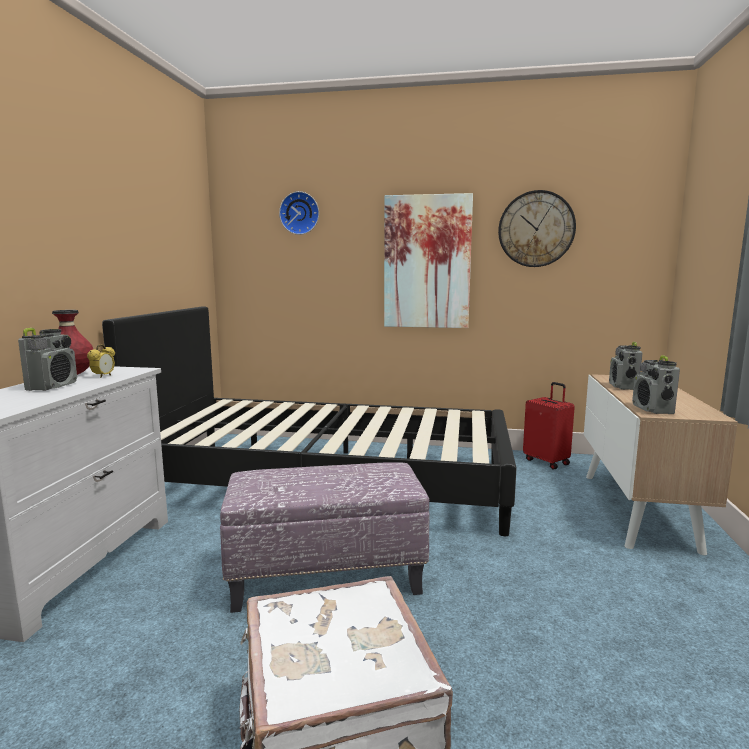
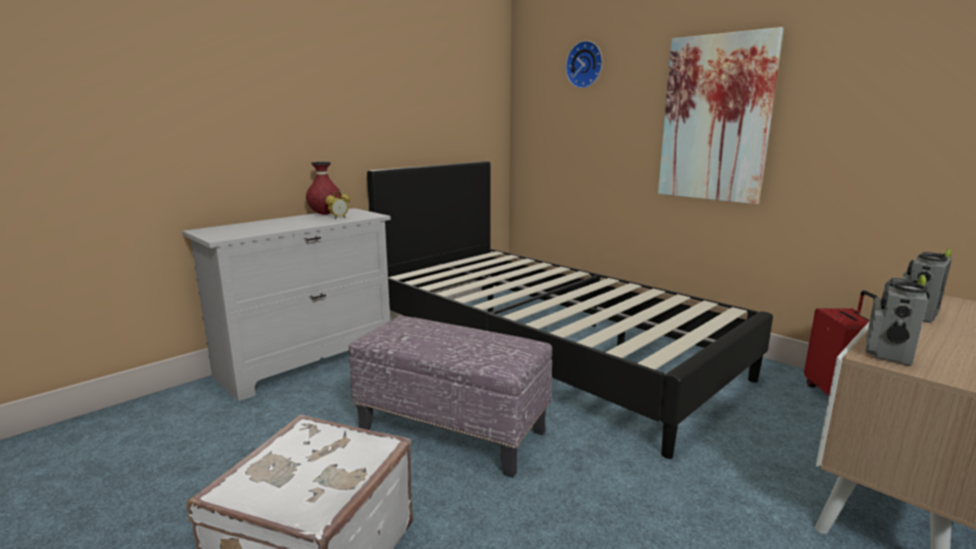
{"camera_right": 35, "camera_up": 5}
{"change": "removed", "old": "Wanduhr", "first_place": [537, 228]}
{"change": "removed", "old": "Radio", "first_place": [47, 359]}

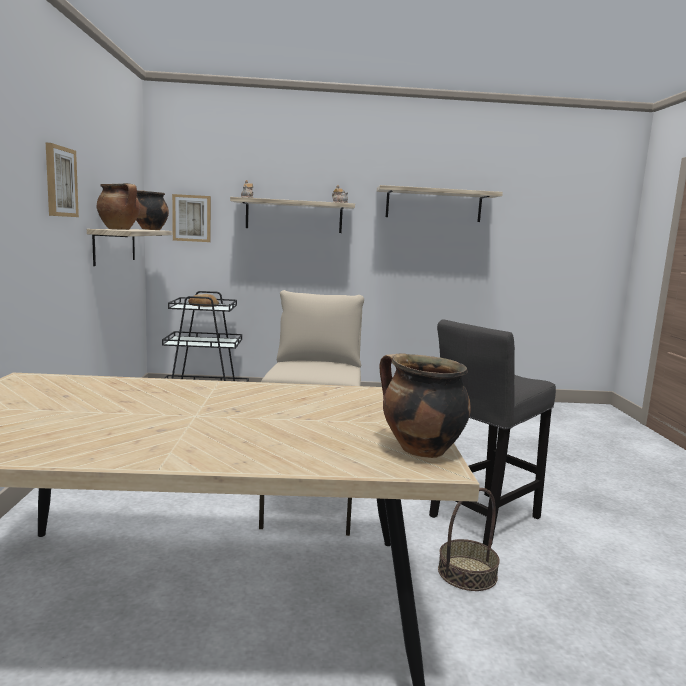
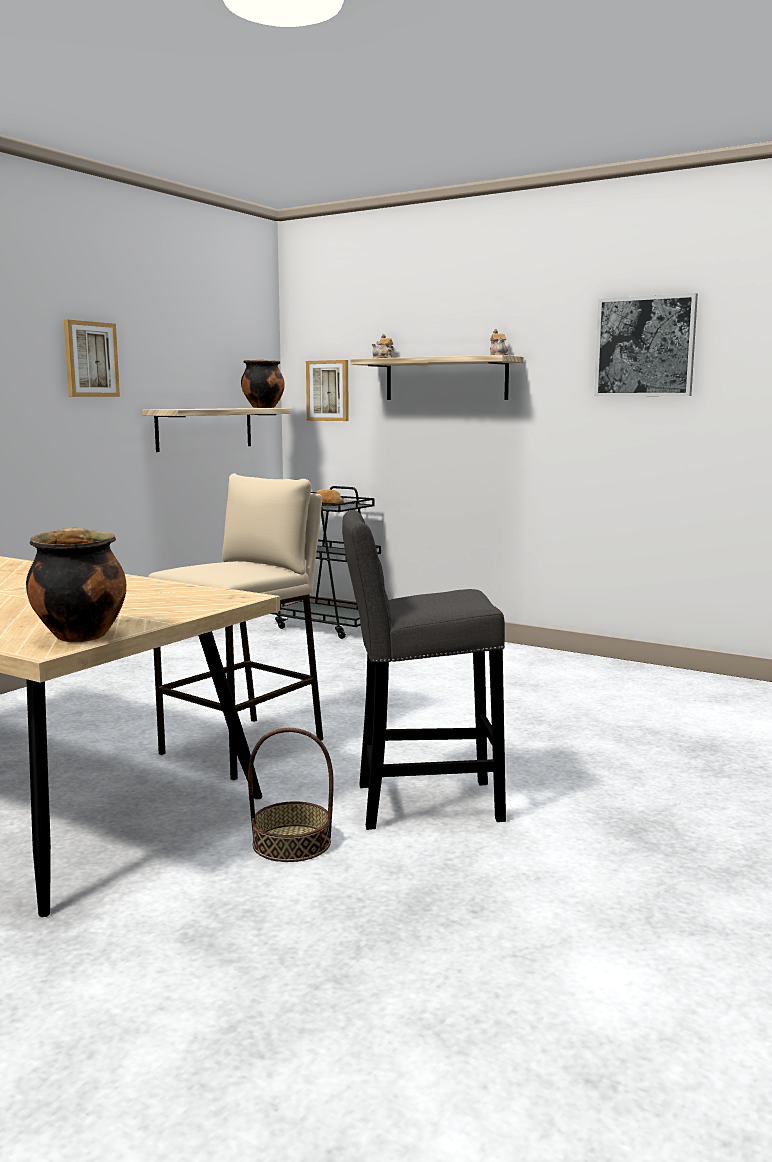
{"camera_right": 35, "camera_up": 0}
{"change": "removed", "old": "Kochtopf", "first_place": [118, 206]}
{"change": "replaced", "old": "Wandregal", "new": "Bild", "first_place": [440, 203], "second_place": [646, 344]}

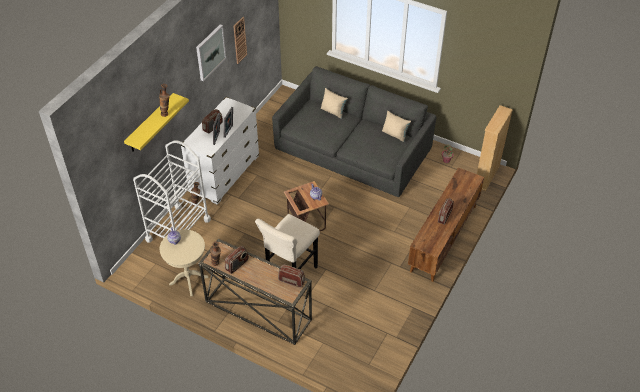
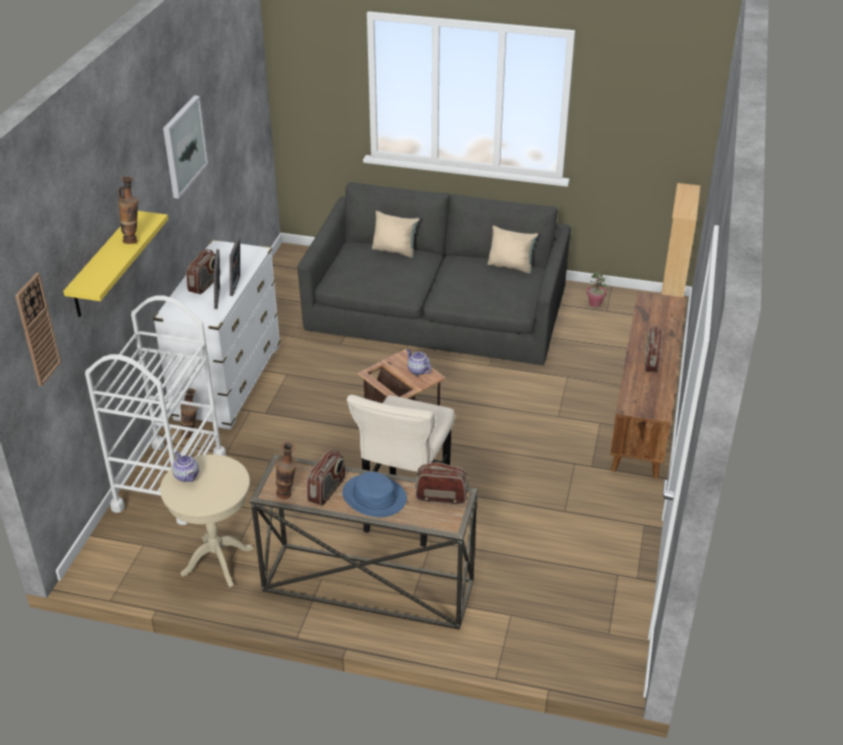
{"camera_right": -15, "camera_up": -10}
{"change": "moved", "old": "Wanduhr", "first_place": [240, 40], "second_place": [38, 329]}
{"change": "added", "new": "Hut [blau]", "second_place": [374, 494]}

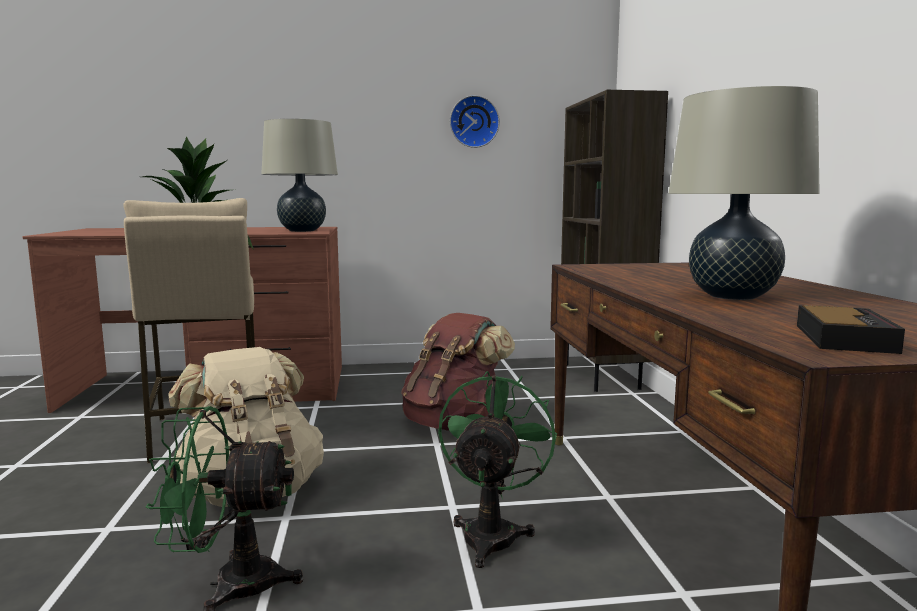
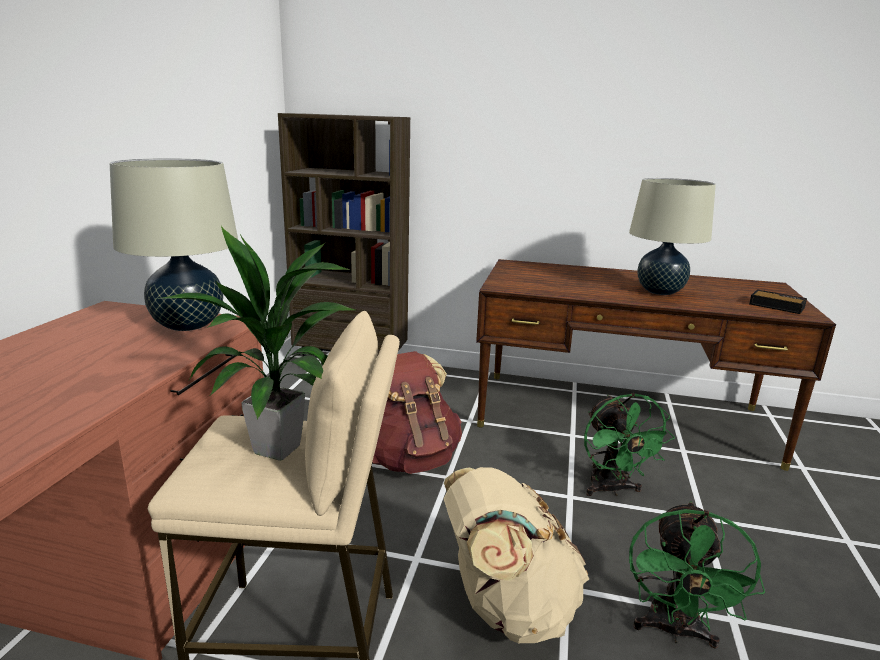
{"camera_right": -70, "camera_up": 10}
{"change": "removed", "old": "Wanduhr", "first_place": [475, 121]}
{"change": "turned", "old": "Ventilator [grün]", "first_place": [497, 469], "second_place": [629, 444], "degrees": -135}

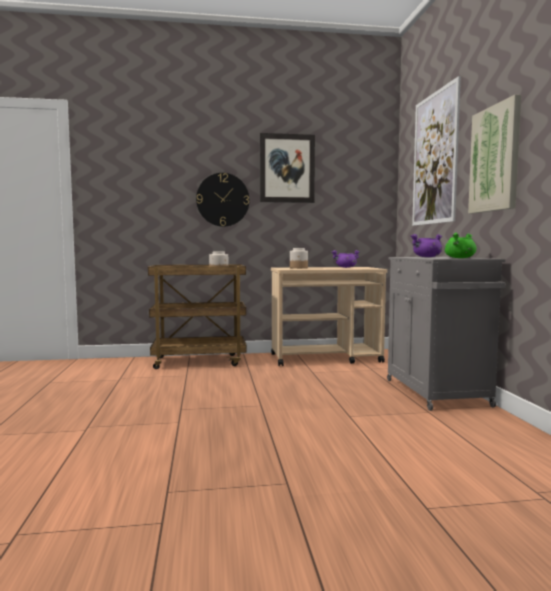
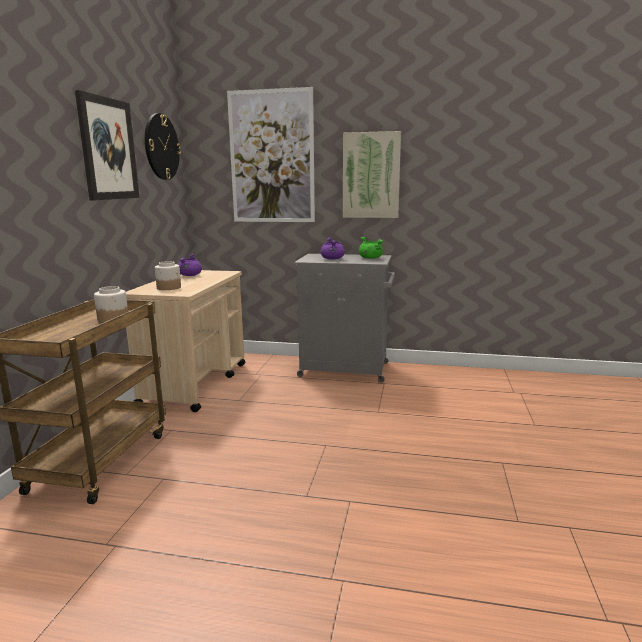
{"camera_right": -70, "camera_up": 10}
{"change": "moved", "old": "Wanduhr", "first_place": [222, 200], "second_place": [163, 146]}

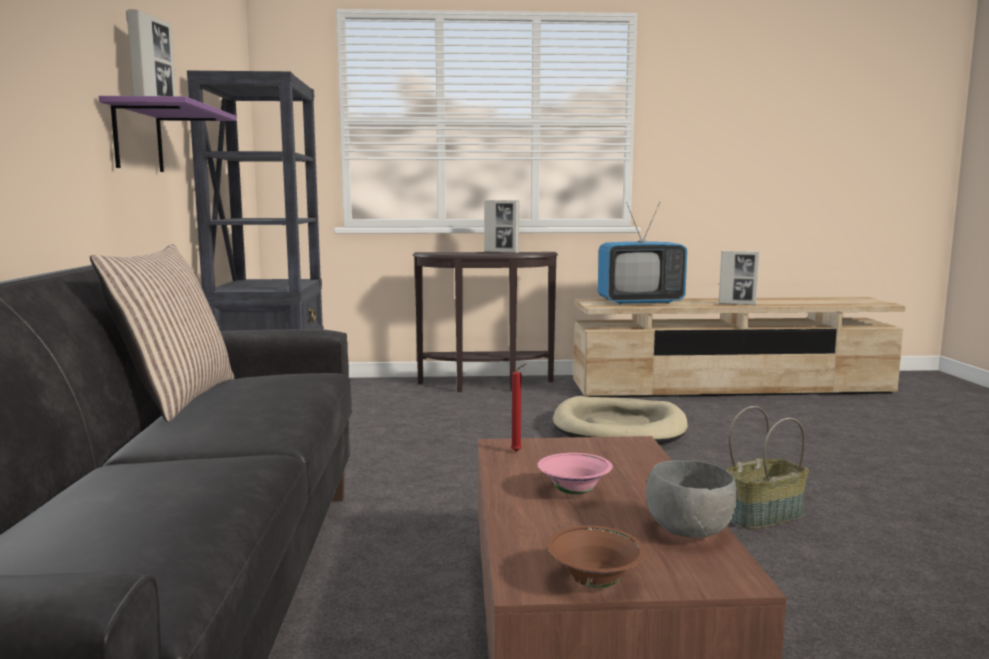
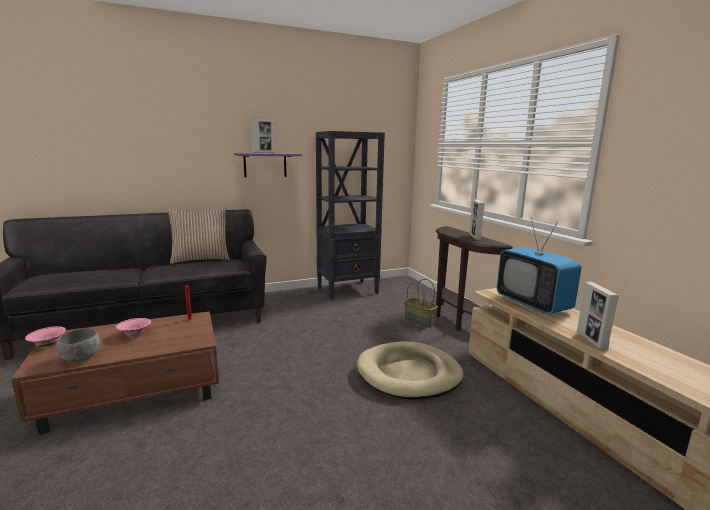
{"camera_right": 70, "camera_up": 5}
{"change": "moved", "old": "Korb", "first_place": [767, 468], "second_place": [421, 303]}
{"change": "recoloured", "old": "Schüssel [braun]", "new": "Schüssel [rosa]", "first_place": [596, 556], "second_place": [45, 336]}

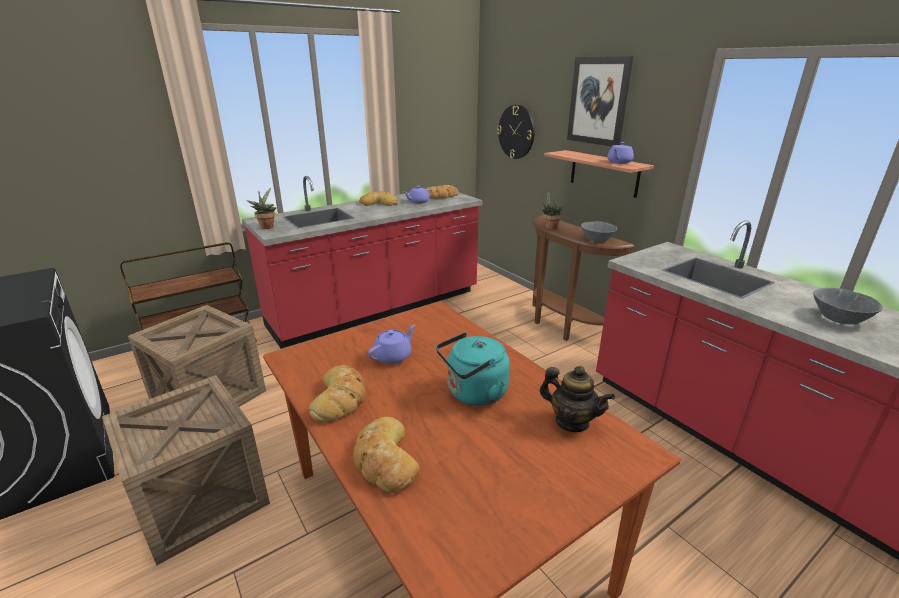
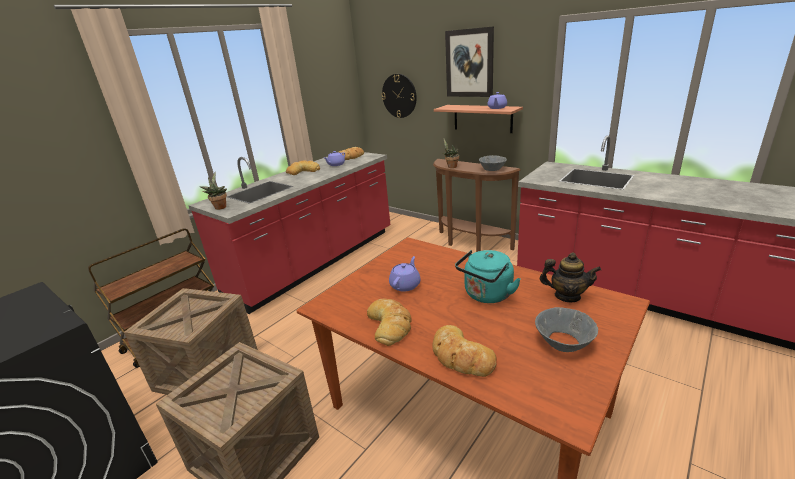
{"camera_right": -15, "camera_up": 0}
{"change": "moved", "old": "Schüssel [grau]", "first_place": [848, 306], "second_place": [566, 329]}

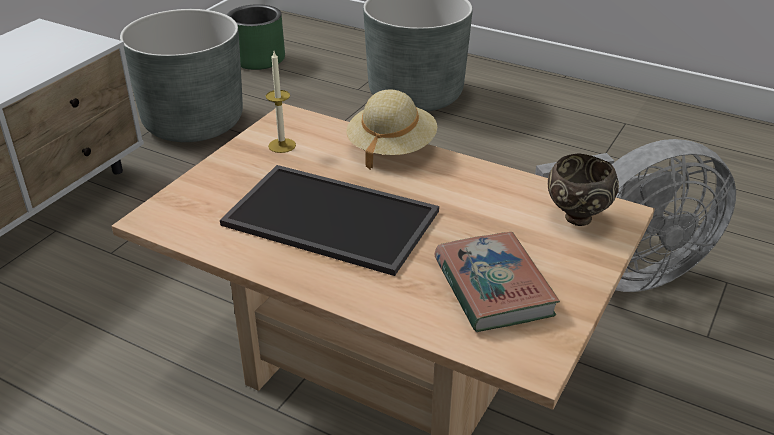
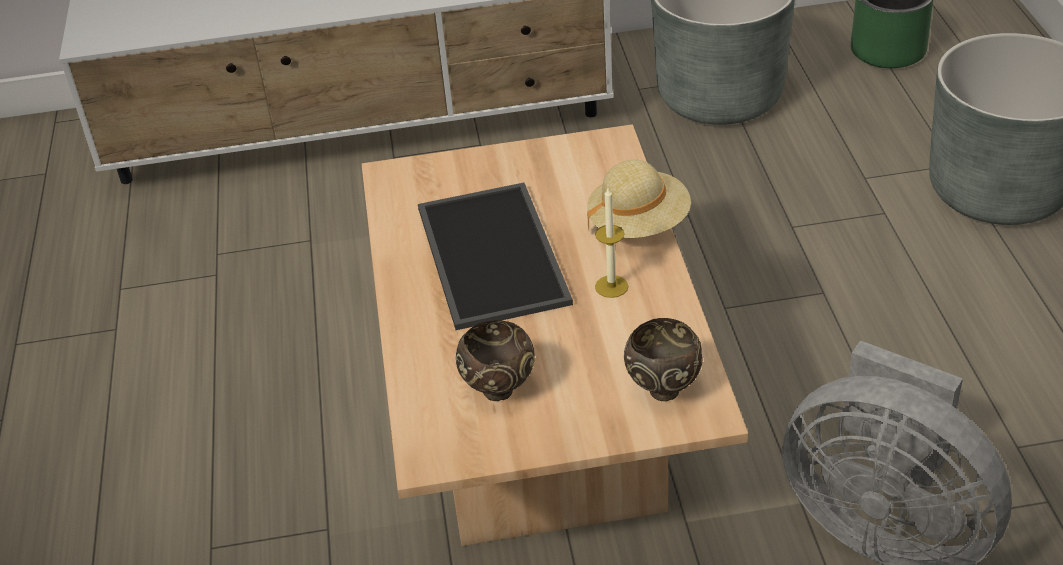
{"camera_right": 55, "camera_up": 5}
{"change": "moved", "old": "Kerze", "first_place": [281, 102], "second_place": [612, 243]}
{"change": "replaced", "old": "Buch", "new": "Schüssel [braun]", "first_place": [497, 282], "second_place": [495, 360]}

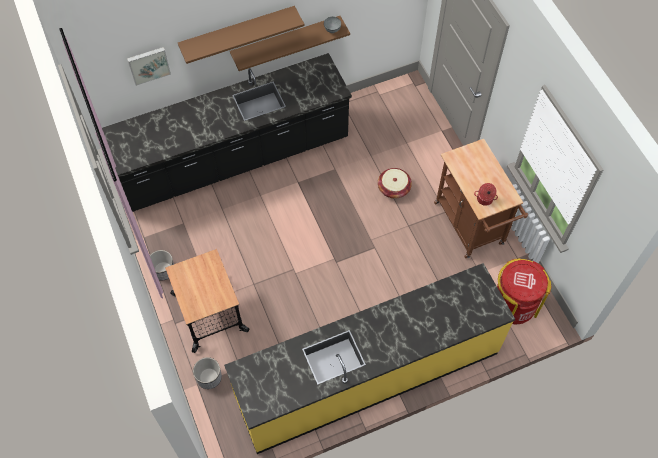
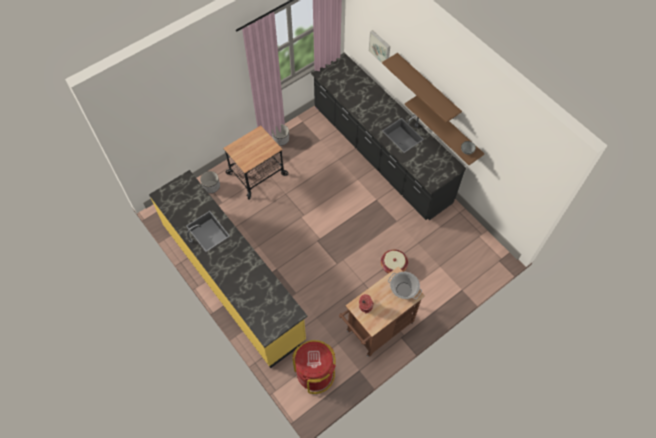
{"camera_right": 75, "camera_up": 0}
{"change": "added", "new": "Kochtopf", "second_place": [405, 285]}

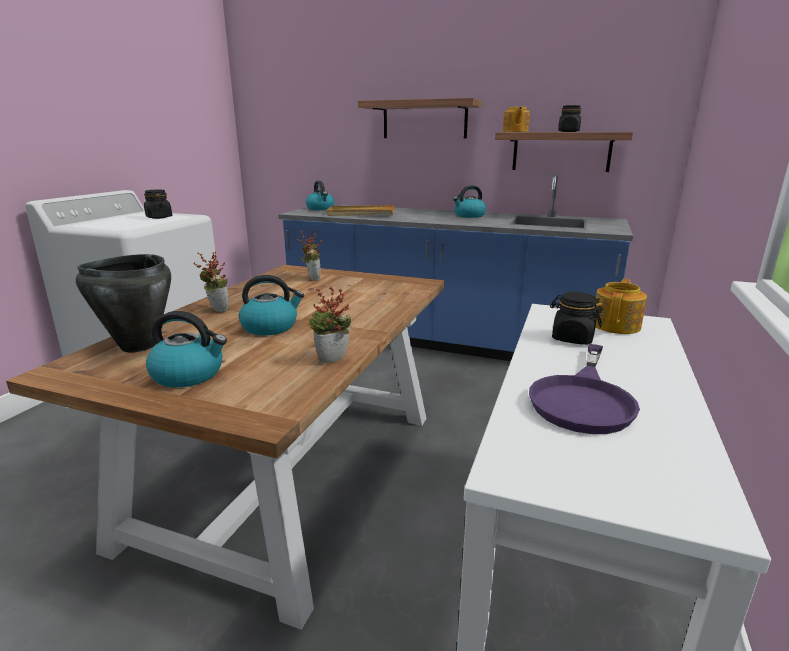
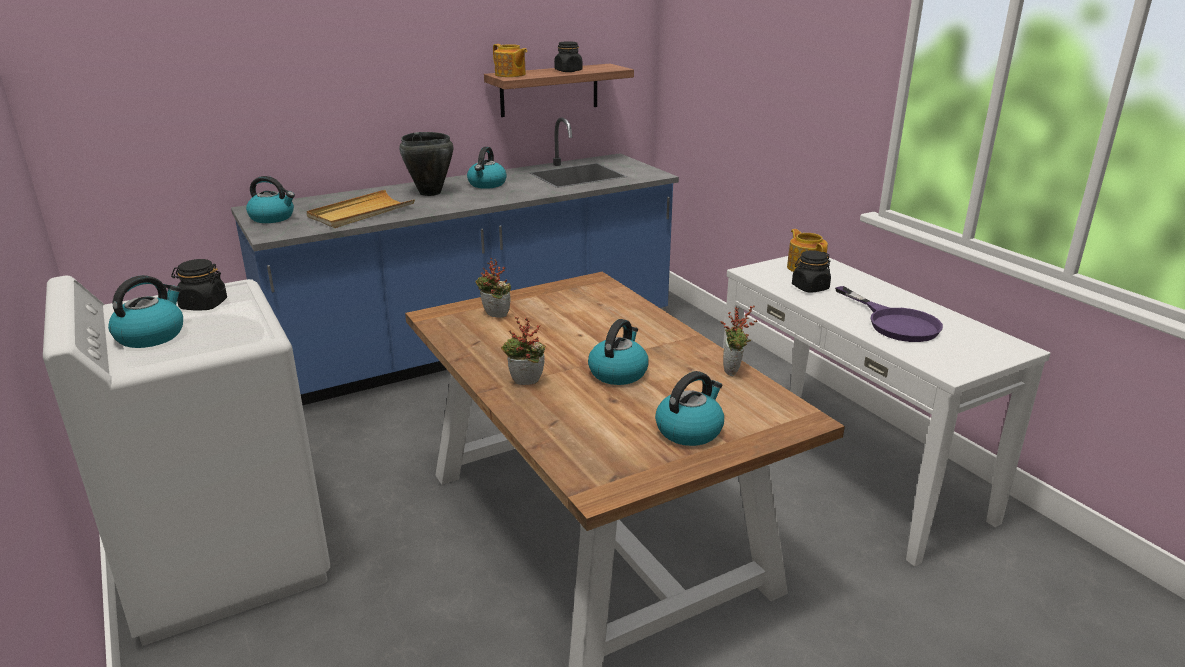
{"camera_right": -50, "camera_up": 5}
{"change": "removed", "old": "Wandregal", "first_place": [420, 118]}
{"change": "moved", "old": "Kochtopf [schwarz]", "first_place": [123, 303], "second_place": [426, 164]}
{"change": "added", "new": "Wasserkessel", "second_place": [145, 311]}

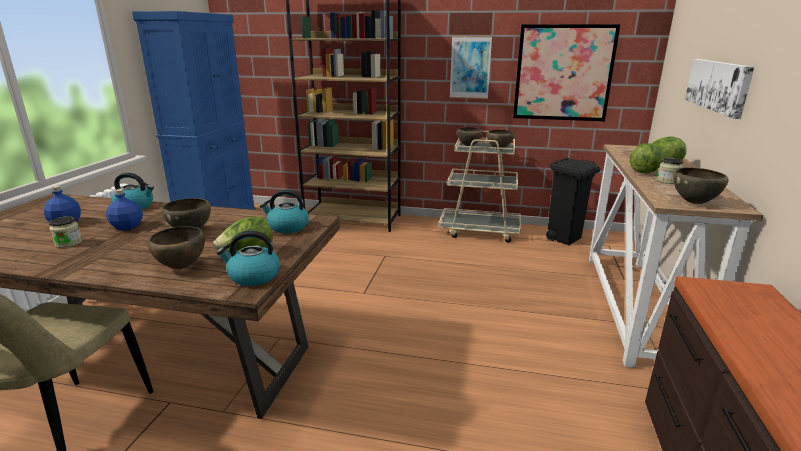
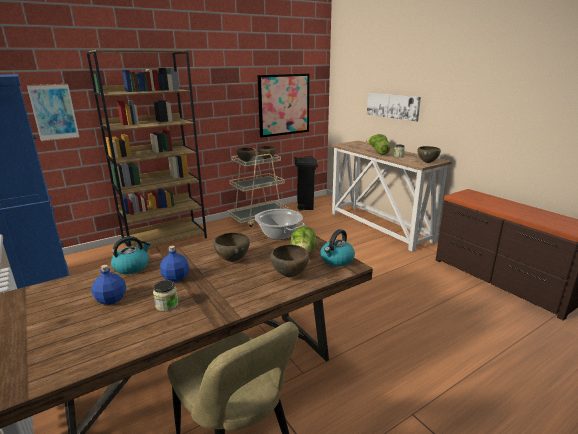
{"camera_right": -45, "camera_up": 0}
{"change": "moved", "old": "Bild", "first_place": [471, 67], "second_place": [53, 112]}
{"change": "replaced", "old": "Wasserkessel", "new": "Kochtopf", "first_place": [284, 211], "second_place": [280, 224]}

